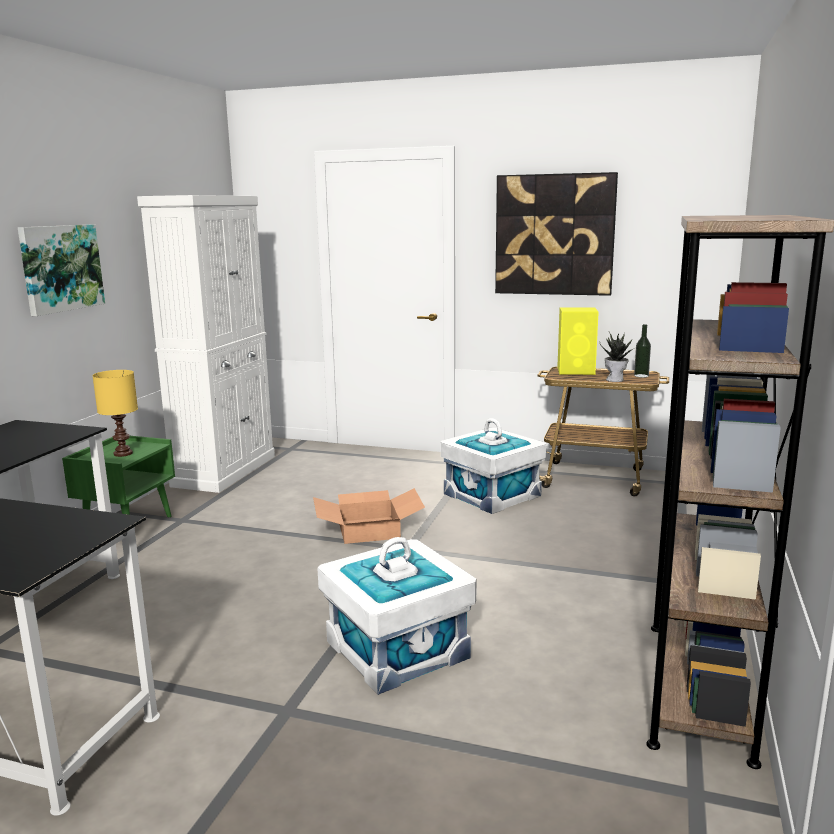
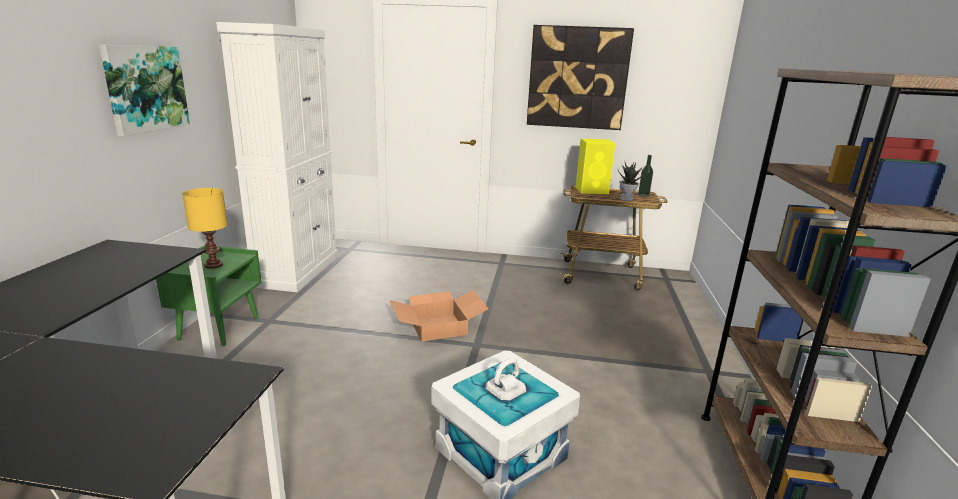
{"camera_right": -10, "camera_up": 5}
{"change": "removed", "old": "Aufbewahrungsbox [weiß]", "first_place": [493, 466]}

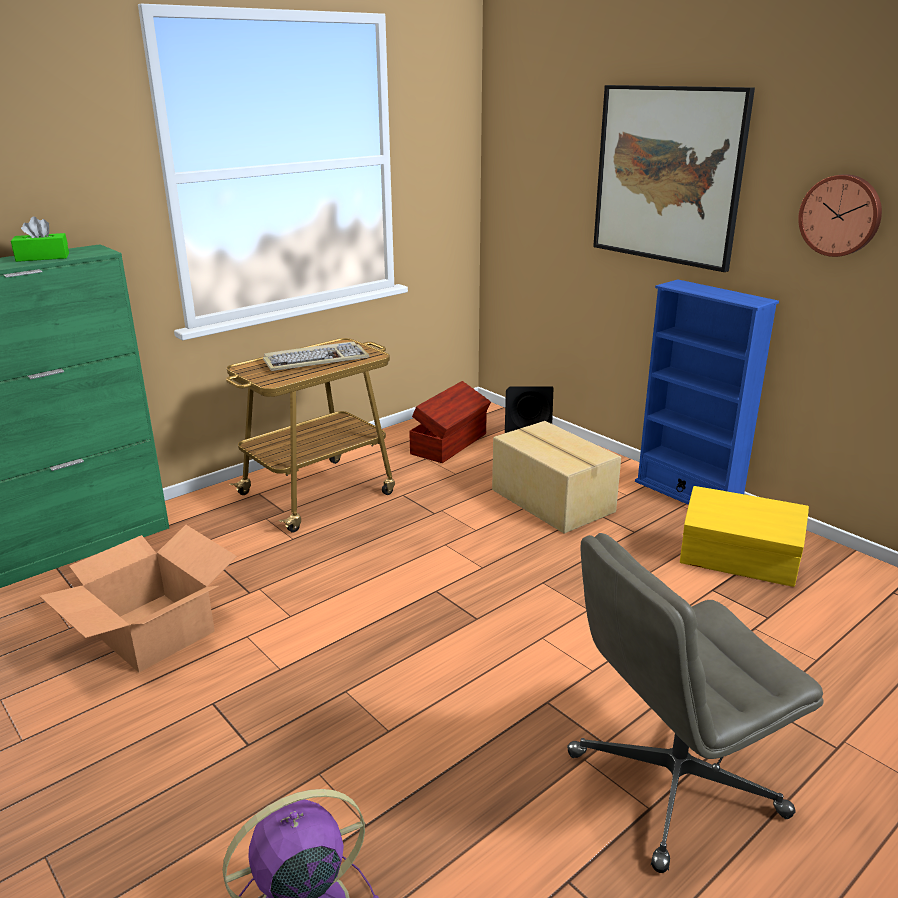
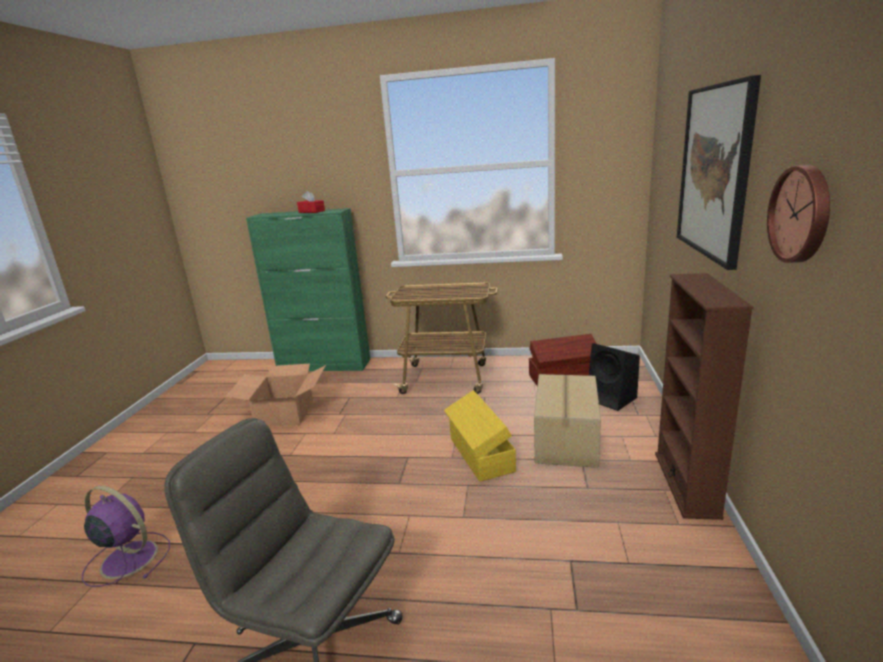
{"camera_right": 50, "camera_up": -5}
{"change": "recoloured", "old": "Taschentuchbox [grün]", "new": "Taschentuchbox [rot]", "first_place": [40, 239], "second_place": [311, 202]}
{"change": "recoloured", "old": "Bücherregal [blau]", "new": "Bücherregal [braun]", "first_place": [707, 392], "second_place": [704, 396]}
{"change": "removed", "old": "Tastatur", "first_place": [316, 356]}
{"change": "moved", "old": "Aufbewahrungsbox [gelb]", "first_place": [744, 536], "second_place": [480, 436]}

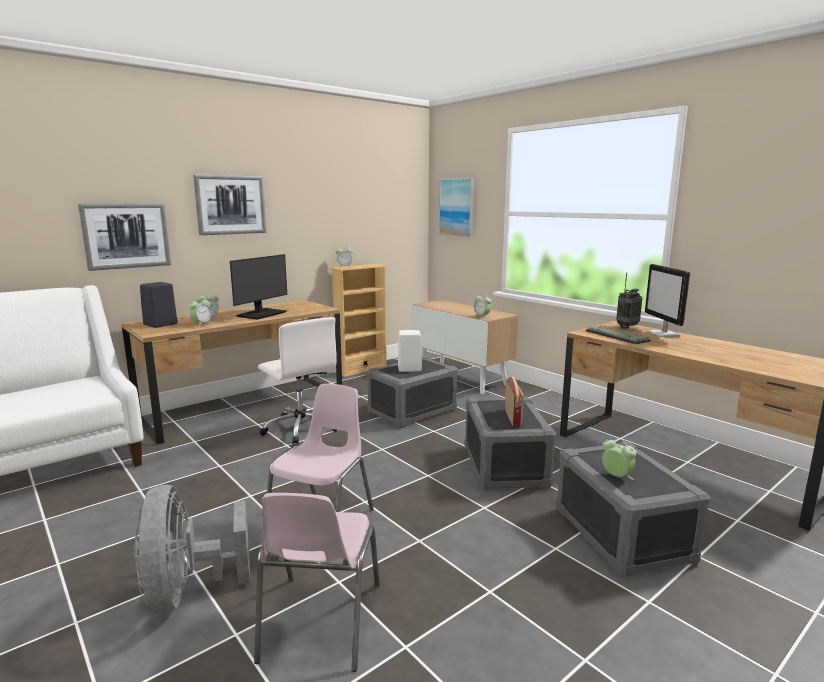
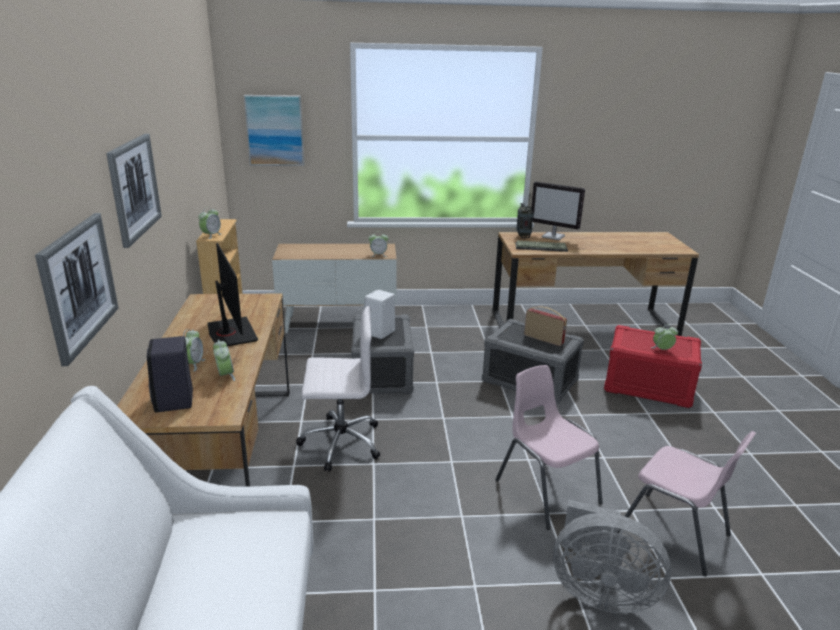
{"camera_right": -55, "camera_up": 10}
{"change": "recoloured", "old": "Aufbewahrungsbox [grau]", "new": "Aufbewahrungsbox [rot]", "first_place": [633, 509], "second_place": [653, 366]}

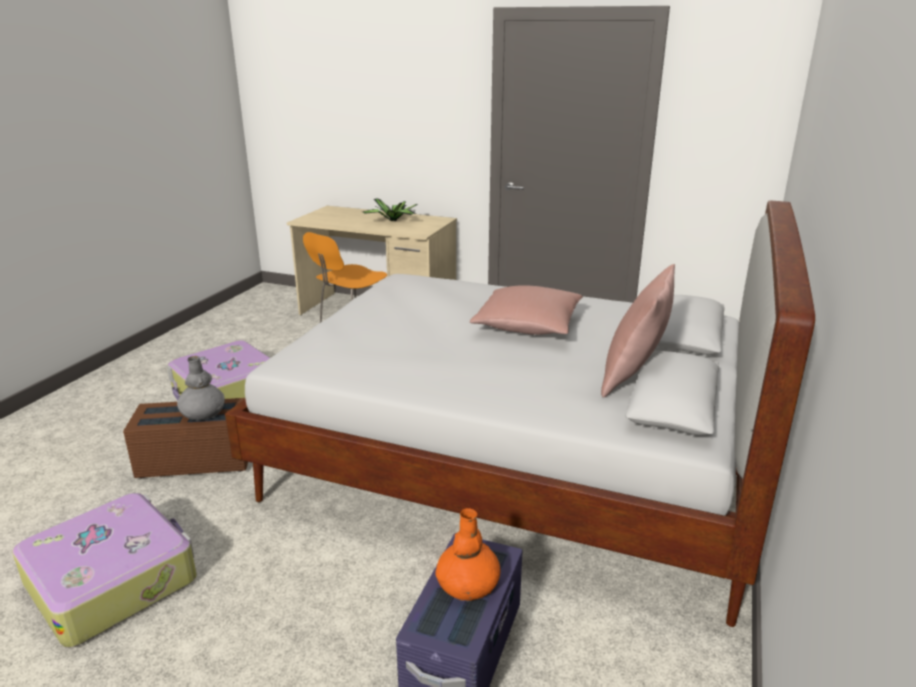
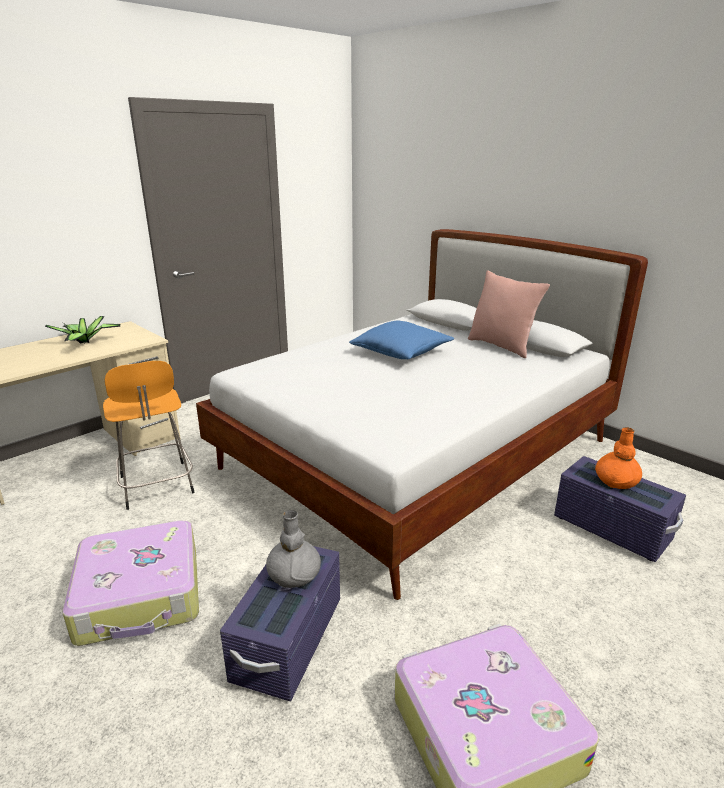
{"camera_right": -65, "camera_up": 0}
{"change": "recoloured", "old": "Kissen [rosa]", "new": "Kissen [blau]", "first_place": [526, 310], "second_place": [401, 339]}
{"change": "recoloured", "old": "Aufbewahrungsbox [braun]", "new": "Aufbewahrungsbox [lila]", "first_place": [185, 438], "second_place": [280, 623]}

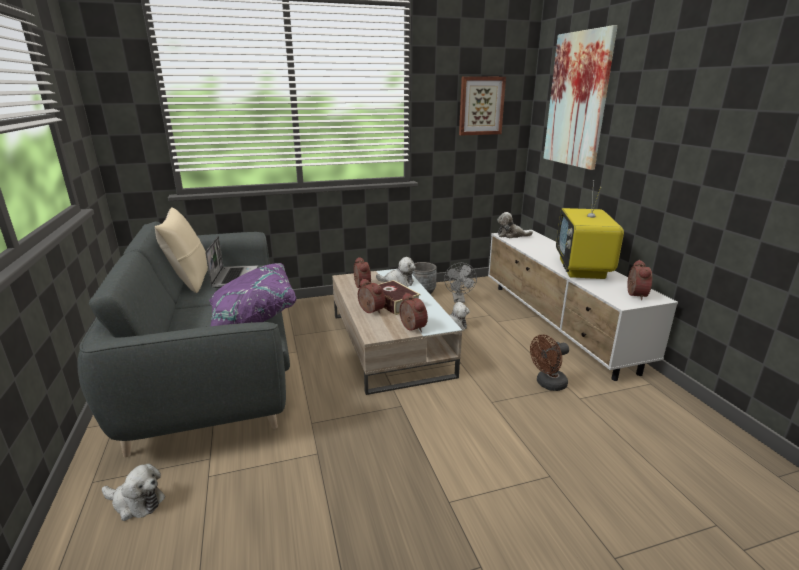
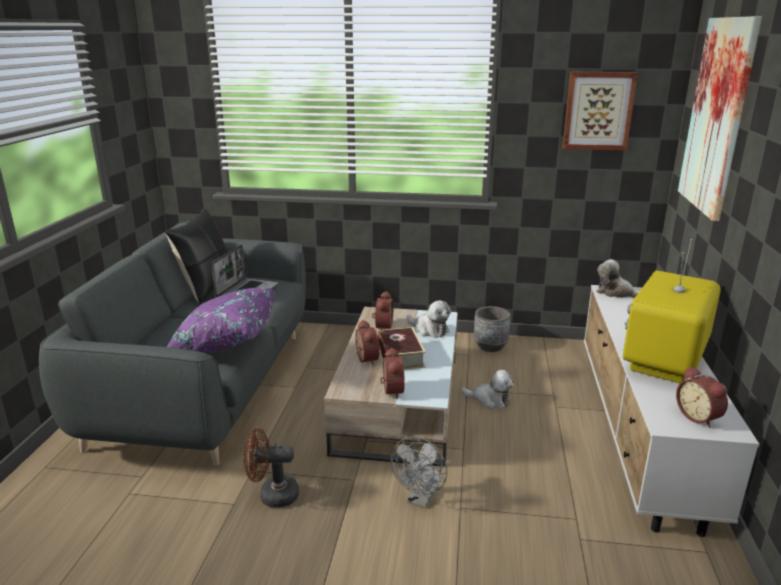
{"camera_right": 25, "camera_up": 0}
{"change": "recoloured", "old": "Kissen [beige]", "new": "Kissen [schwarz]", "first_place": [181, 250], "second_place": [196, 256]}
{"change": "turned", "old": "Wecker", "first_place": [639, 280], "second_place": [702, 397], "degrees": 120}
{"change": "moved", "old": "Ventilator [grau]", "first_place": [460, 283], "second_place": [419, 473]}
{"change": "moved", "old": "Ventilator [braun]", "first_place": [549, 363], "second_place": [271, 468]}
{"change": "removed", "old": "Plüschtier", "first_place": [133, 492]}

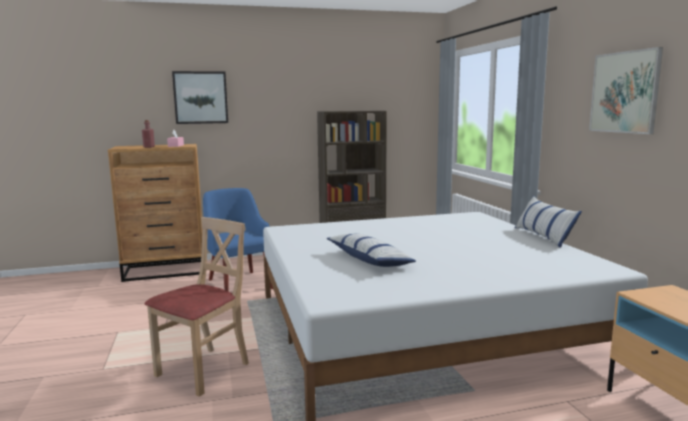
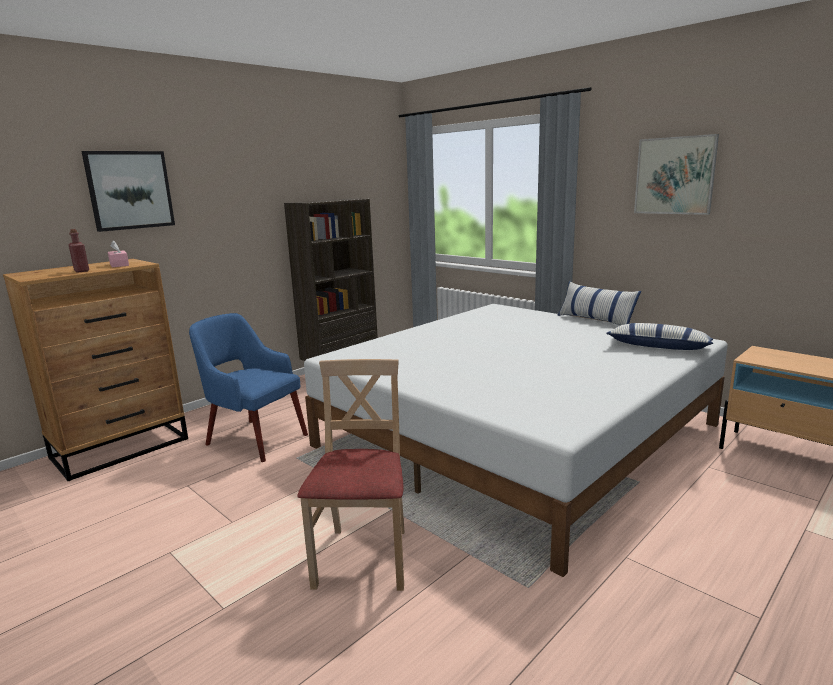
{"camera_right": -30, "camera_up": 5}
{"change": "moved", "old": "Kissen", "first_place": [371, 250], "second_place": [659, 336]}

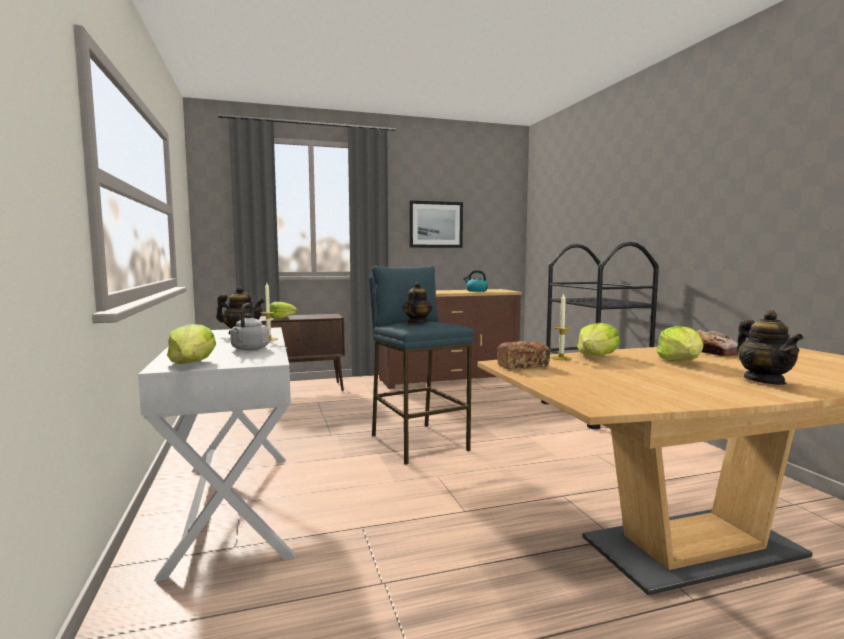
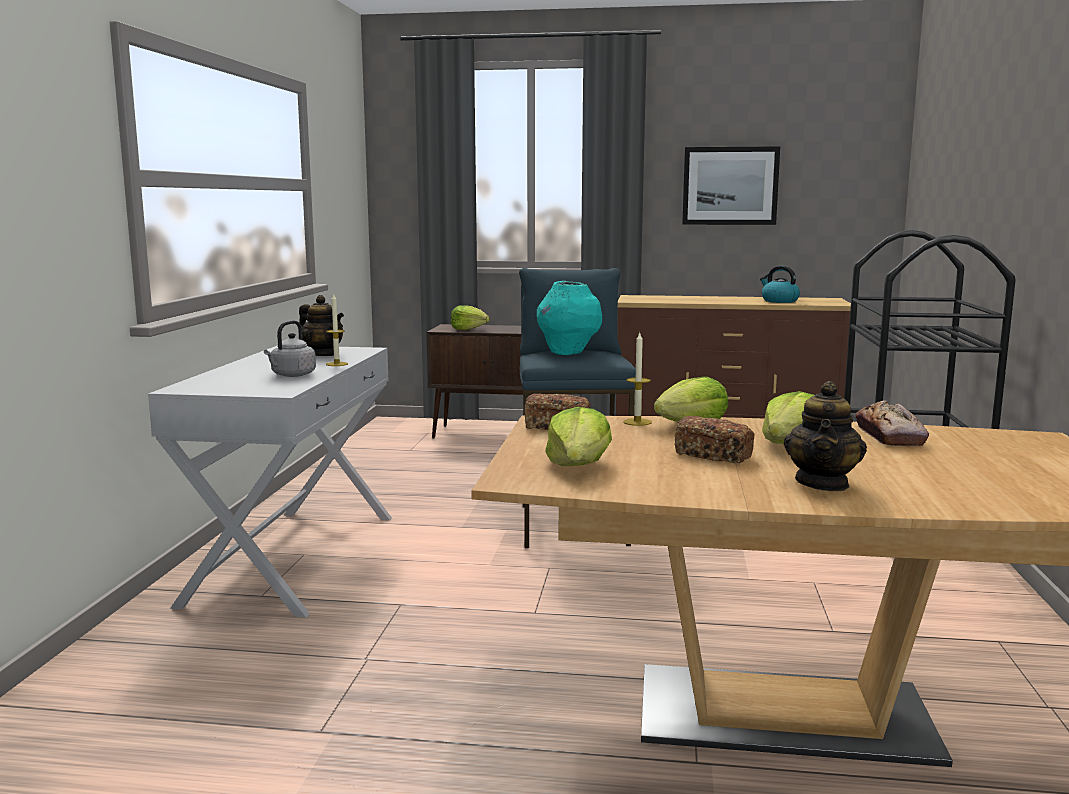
{"camera_right": 25, "camera_up": 5}
{"change": "replaced", "old": "Teekanne", "new": "Vase [türkis]", "first_place": [417, 302], "second_place": [569, 318]}
{"change": "moved", "old": "Salatkopf", "first_place": [191, 344], "second_place": [578, 436]}
{"change": "added", "new": "Brot", "second_place": [714, 440]}

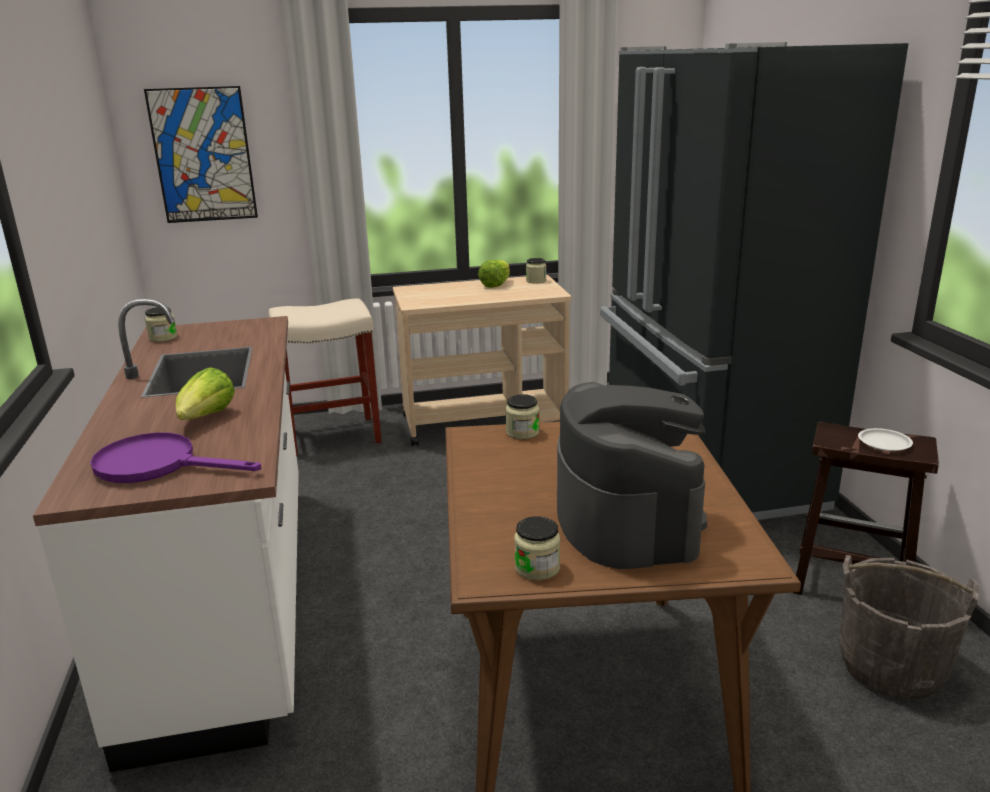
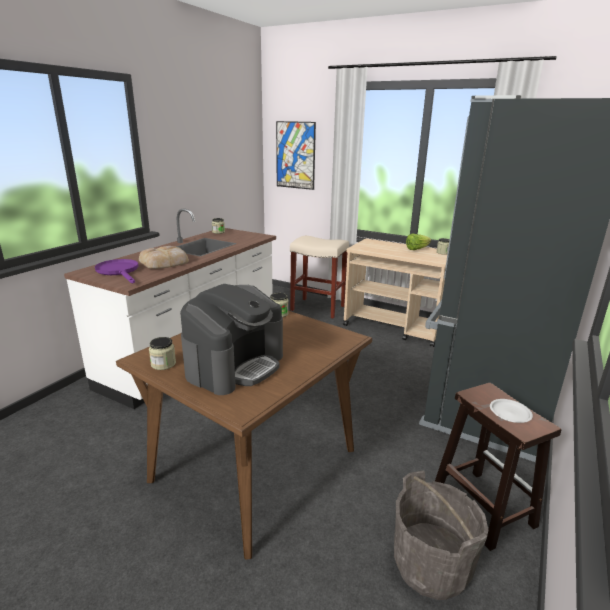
{"camera_right": 40, "camera_up": 0}
{"change": "replaced", "old": "Salatkopf", "new": "Brot", "first_place": [205, 393], "second_place": [164, 257]}

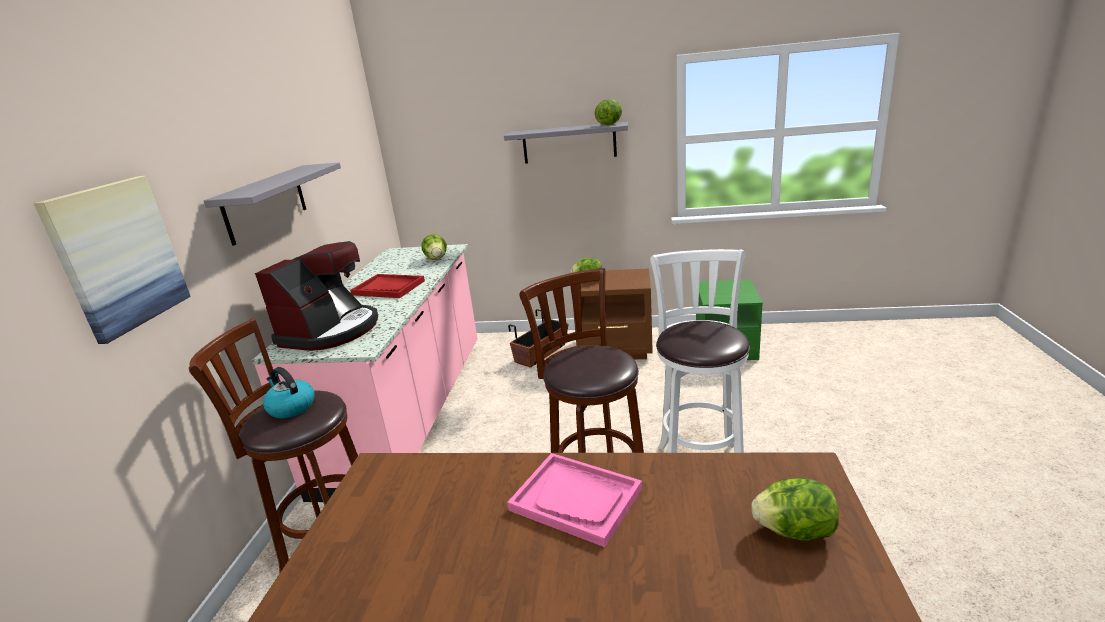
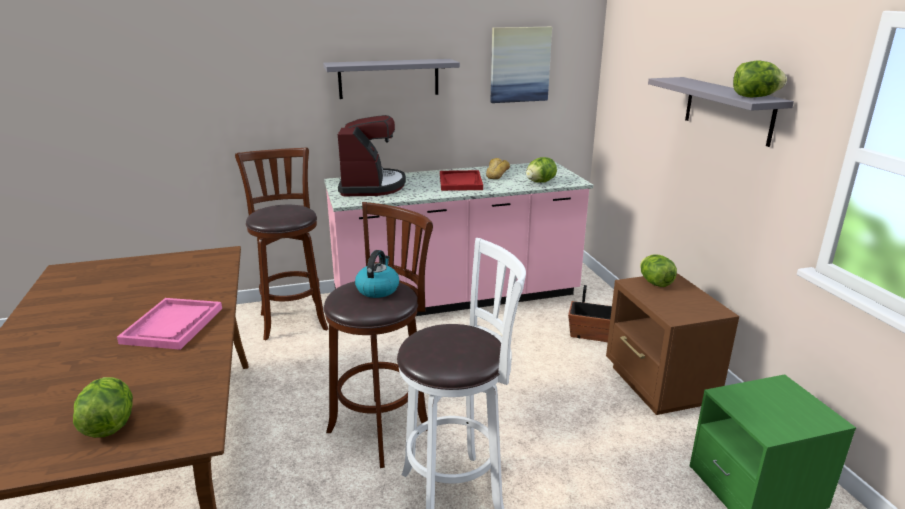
{"camera_right": 65, "camera_up": 0}
{"change": "moved", "old": "Bild", "first_place": [112, 260], "second_place": [521, 65]}
{"change": "turned", "old": "Kaffeemaschine", "first_place": [316, 296], "second_place": [372, 155], "degrees": -90}
{"change": "moved", "old": "Wasserkessel", "first_place": [289, 392], "second_place": [377, 274]}
{"change": "added", "new": "Brot", "second_place": [498, 168]}

